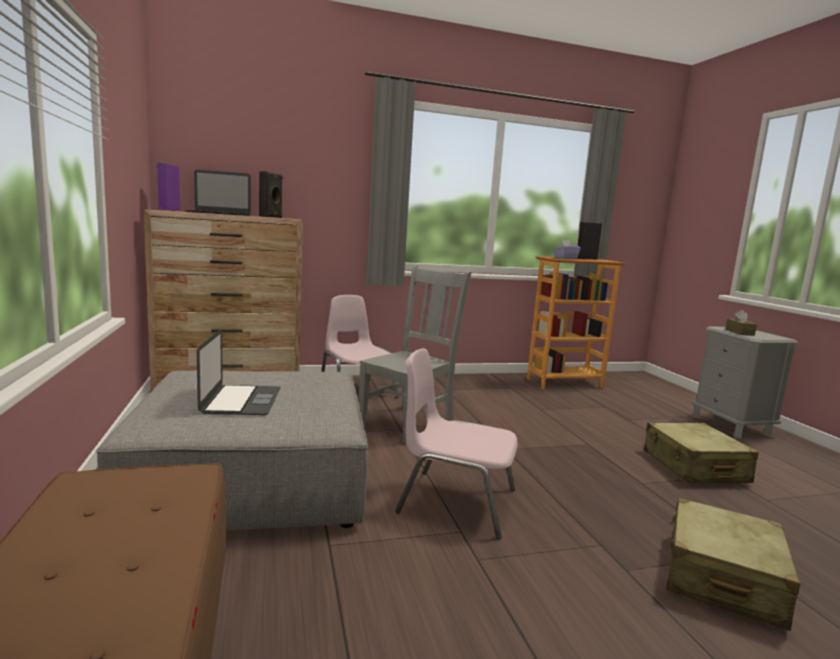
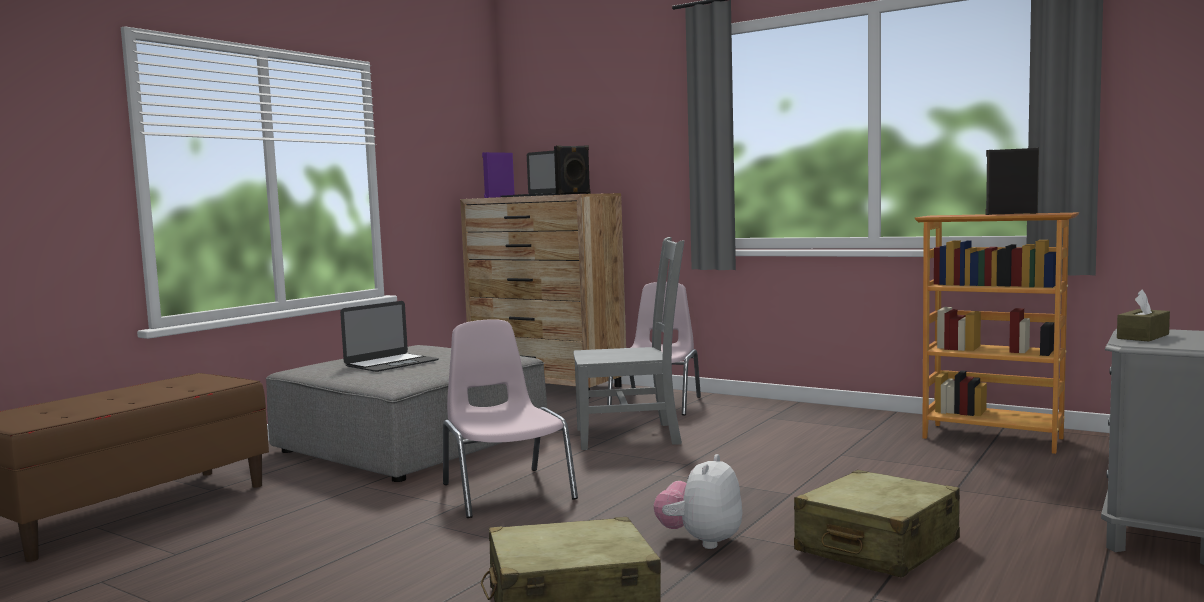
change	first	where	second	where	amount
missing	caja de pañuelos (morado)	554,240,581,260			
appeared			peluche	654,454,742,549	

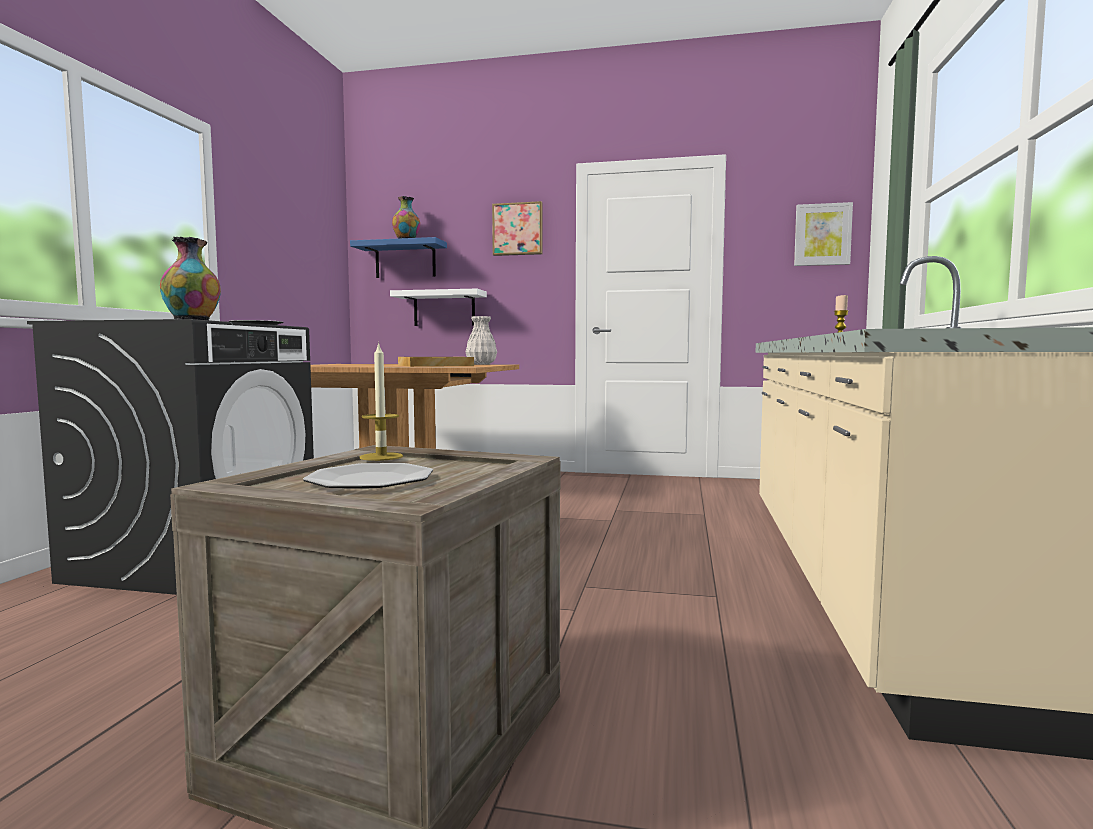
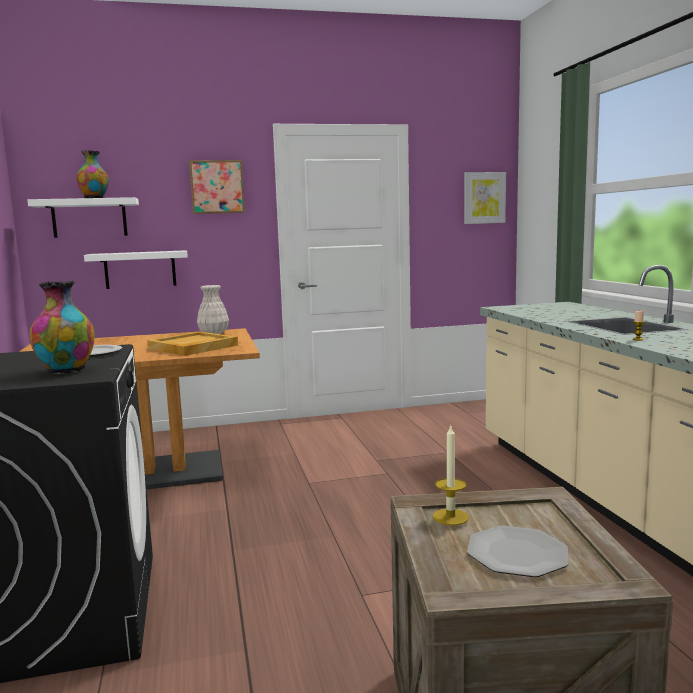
change	first	where	second	where	amount
colour	estante (azul)	350,237,447,278	estante (blanco)	27,197,139,238	

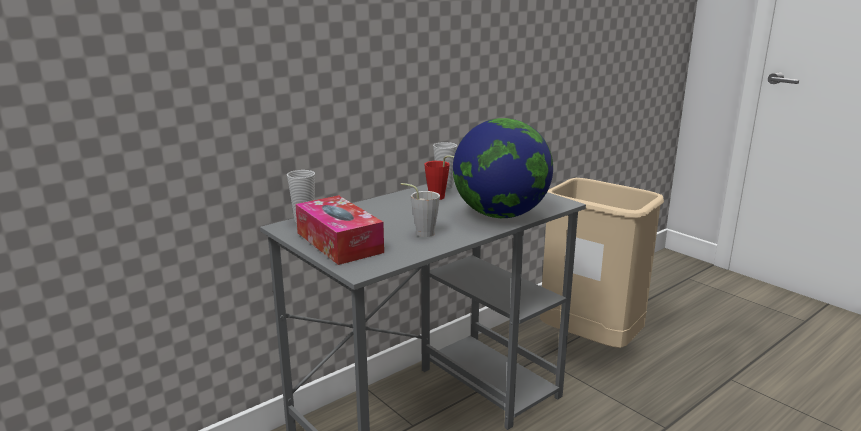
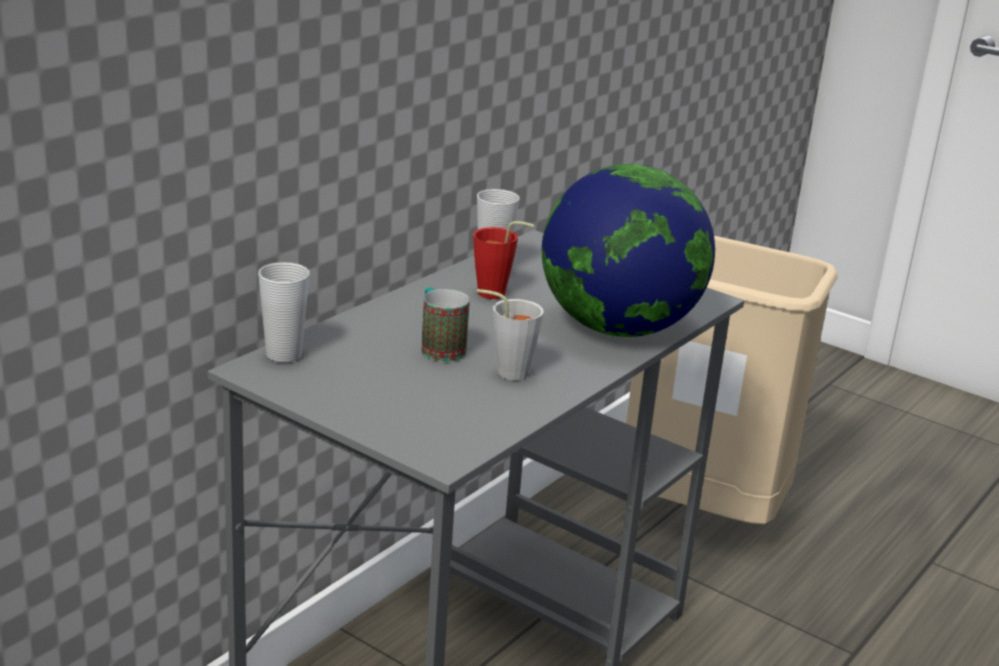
change	first	where	second	where	amount
missing	caja de pañuelos	295,195,384,265			
appeared			taza grande	421,287,470,362	

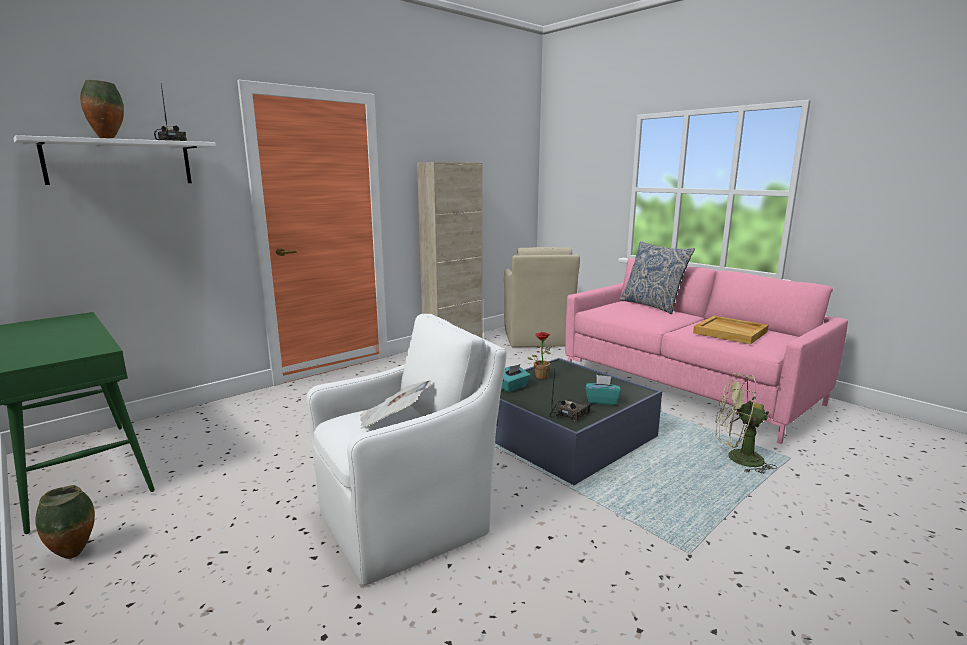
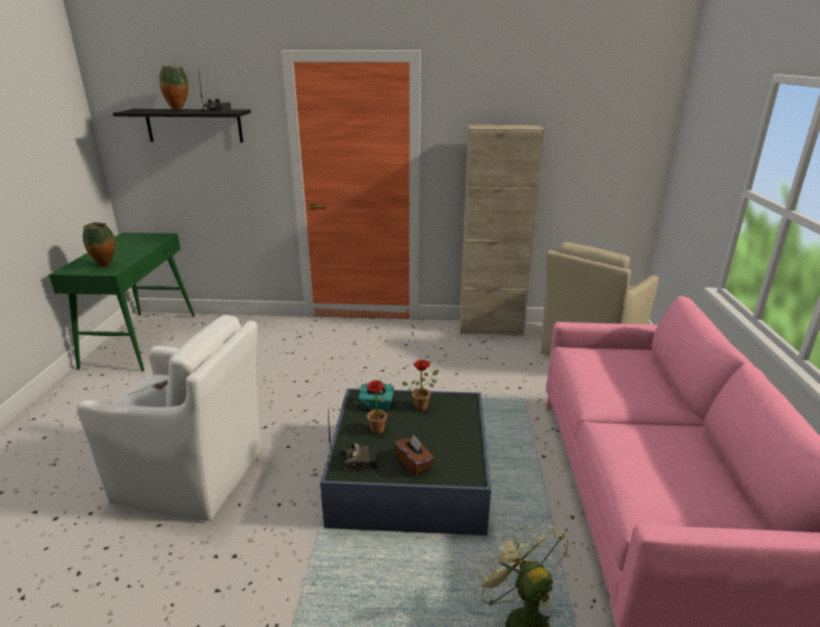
change	first	where	second	where	amount
colour	estante (blanco)	13,135,216,185	estante (negro)	113,109,251,143	
missing	cojín	620,241,695,314			
missing	bandeja (beis)	693,316,769,345			
colour	caja de pañuelos (turquesa)	586,375,621,405	caja de pañuelos (marrón)	394,434,434,476	
relocated	florero	35,485,95,559		83,222,115,266	
appeared			planta en maceta	353,380,393,434	

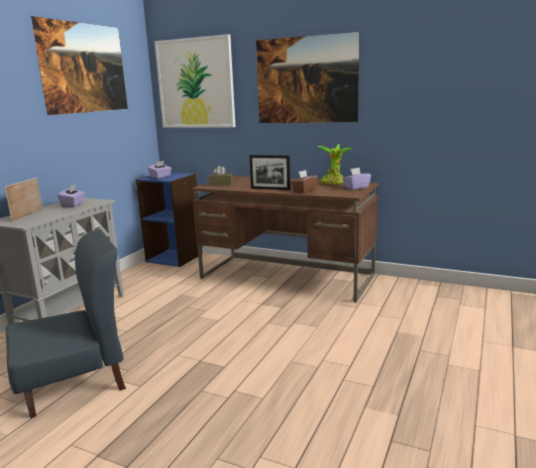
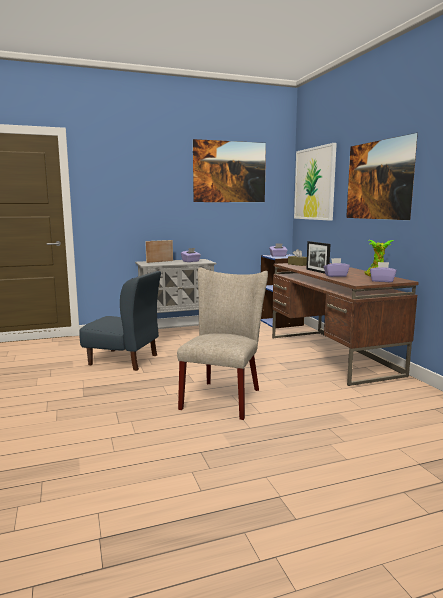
change	first	where	second	where	amount
colour	caja de pañuelos (marrón)	291,170,318,193	caja de pañuelos (morado)	324,258,350,277	
appeared			silla (beis)	177,267,268,420	

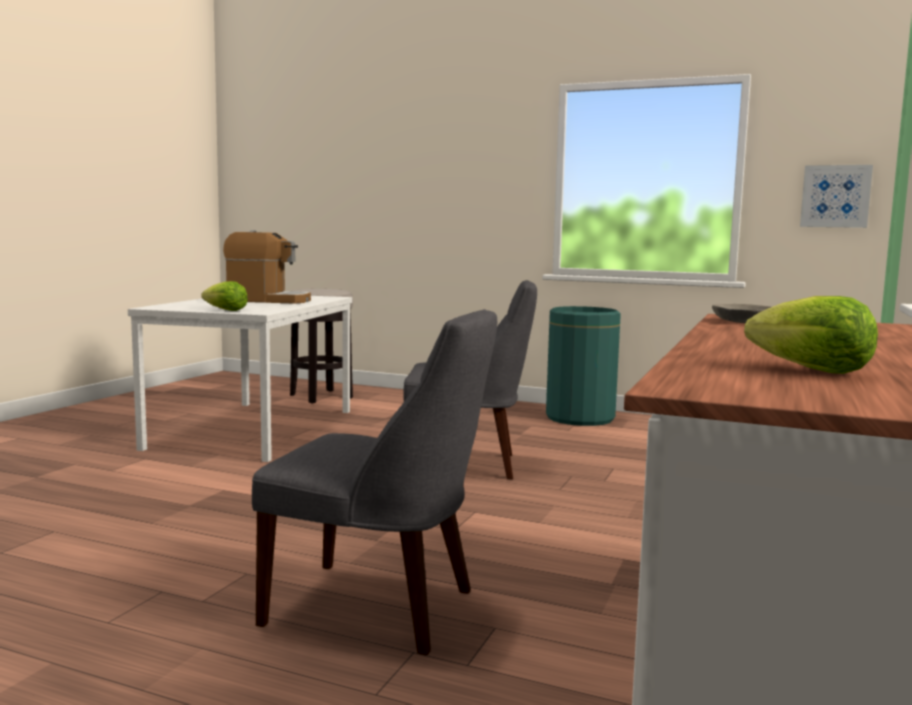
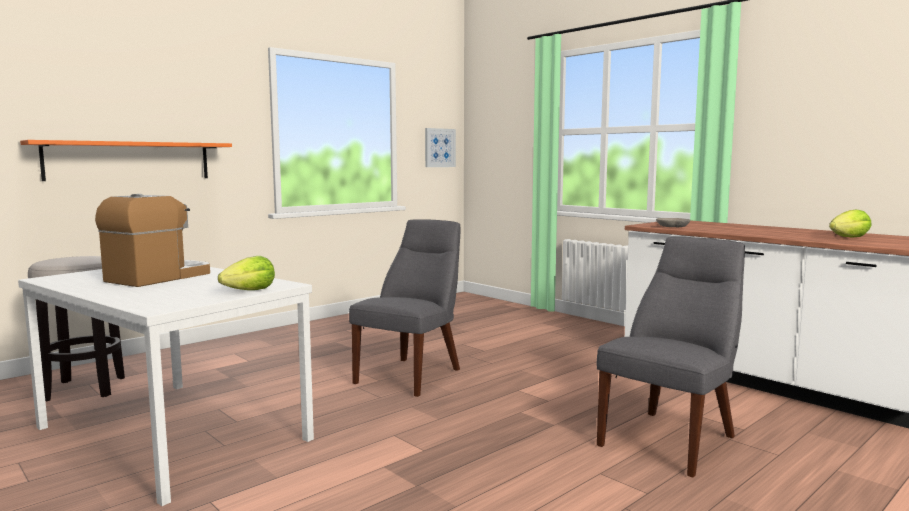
change	first	where	second	where	amount
missing	papelera (verde)	546,306,621,426			
appeared			estante (naranja)	20,140,232,181	

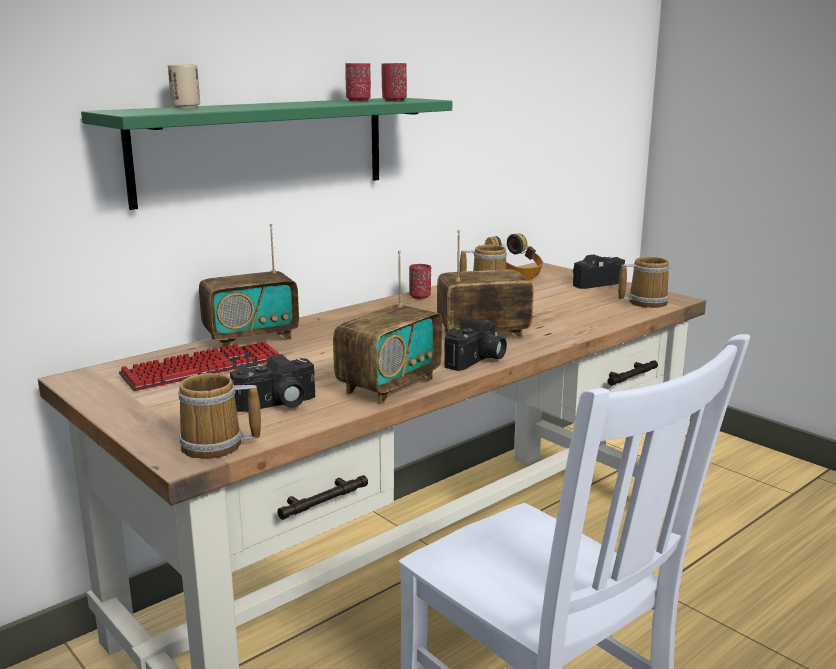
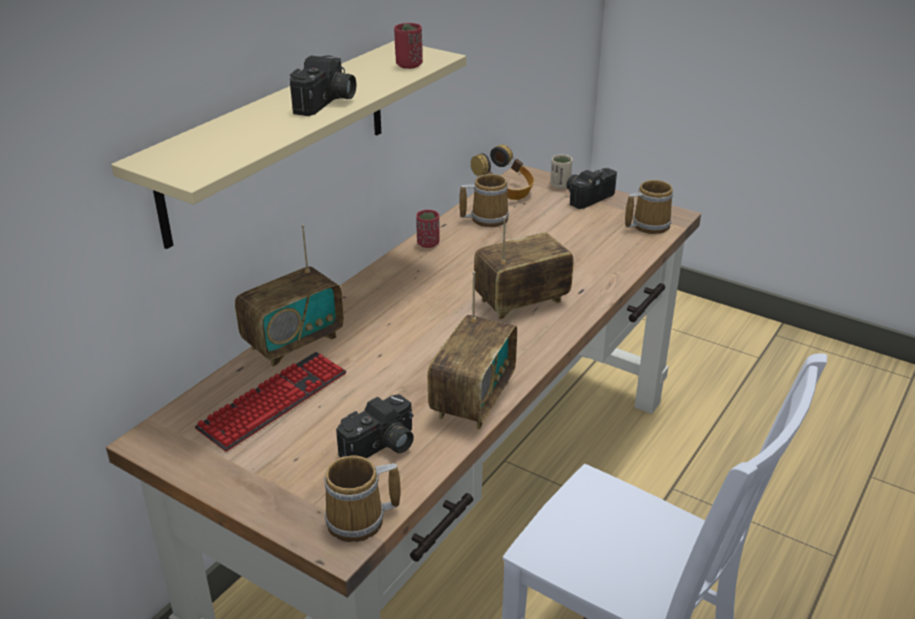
change	first	where	second	where	amount
missing	taza (rojo)	345,63,371,101			
relocated	taza (beis)	168,64,200,108		550,155,572,189	
colour	estante (verde)	81,98,452,210	estante (beis)	111,41,466,249	
relocated	cámara	444,318,507,371		290,55,356,116	

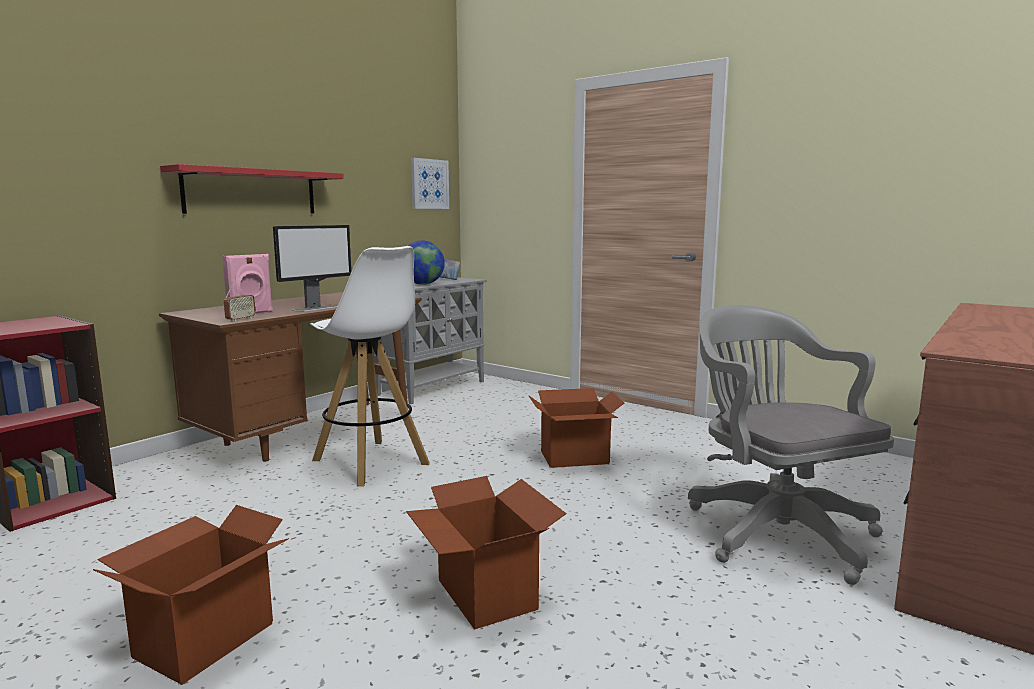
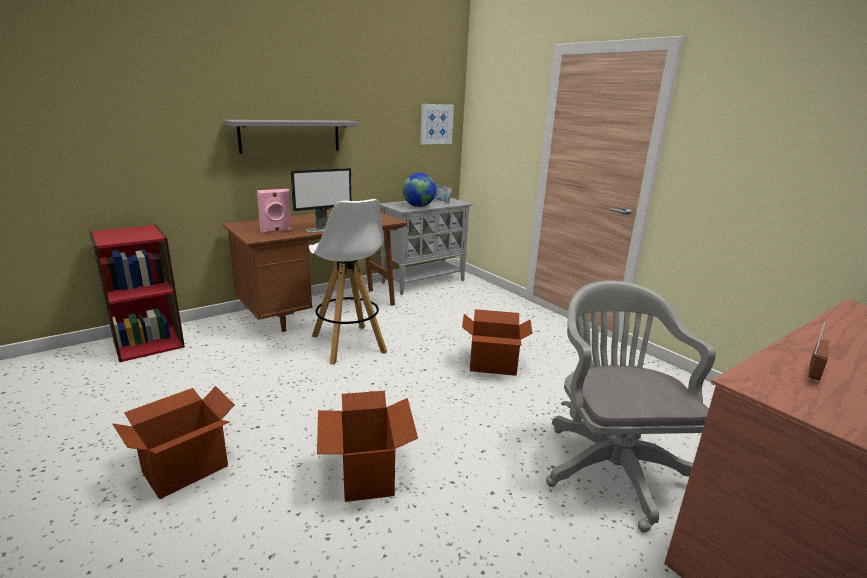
change	first	where	second	where	amount
colour	estante (rojo)	160,164,344,214	estante (gris)	223,120,359,154	
relocated	radio	224,278,256,322		807,321,830,382	

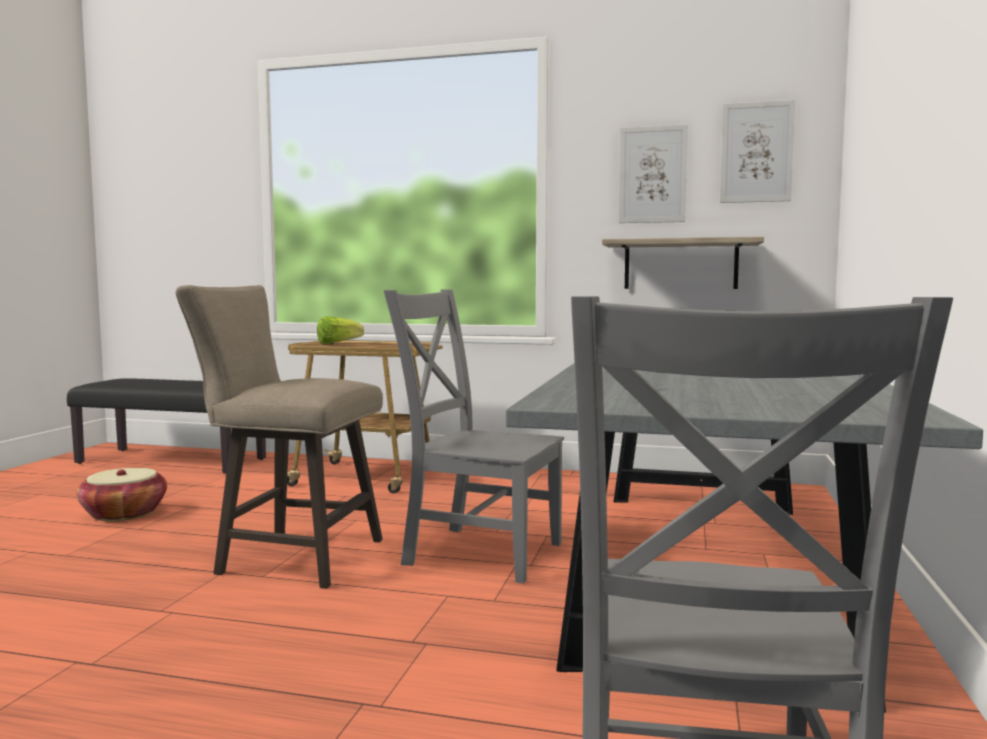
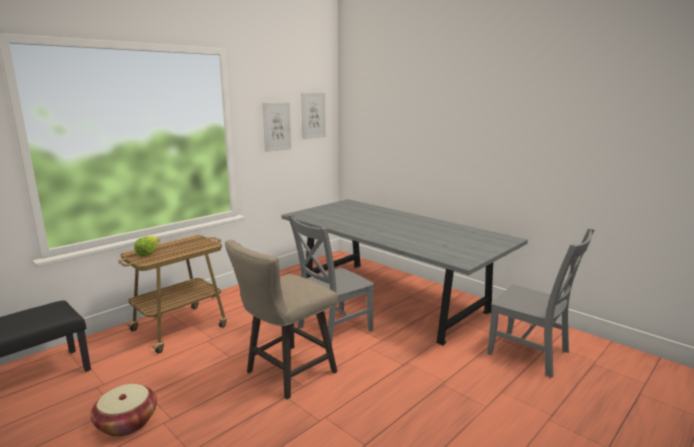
change	first	where	second	where	amount
missing	estante	602,237,764,289			

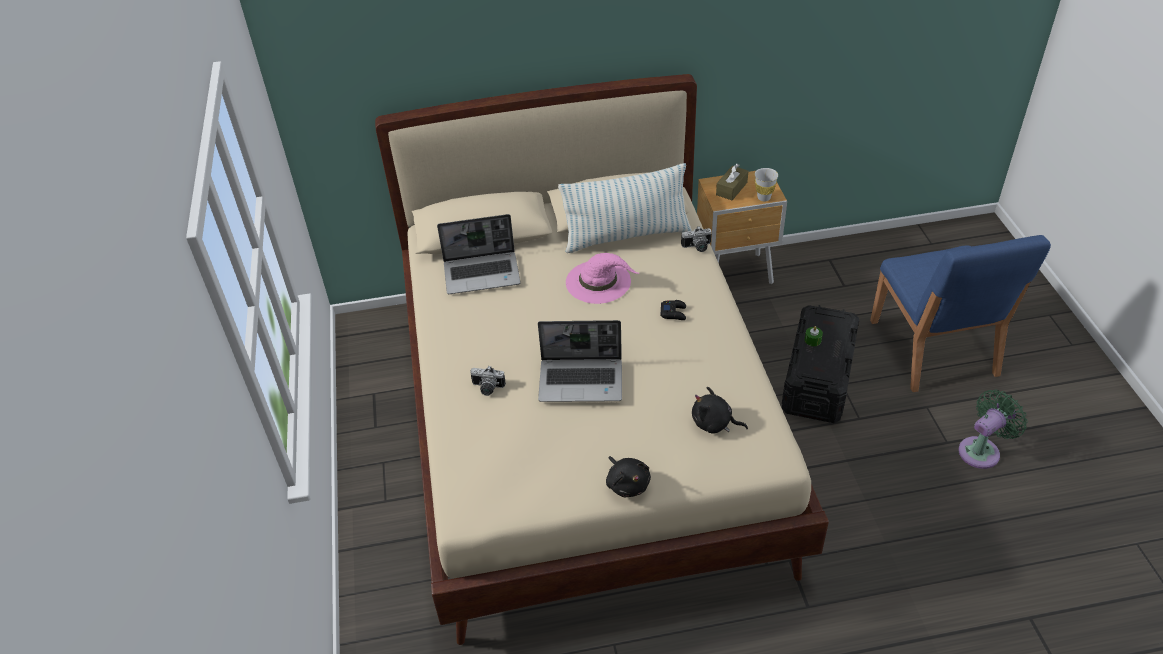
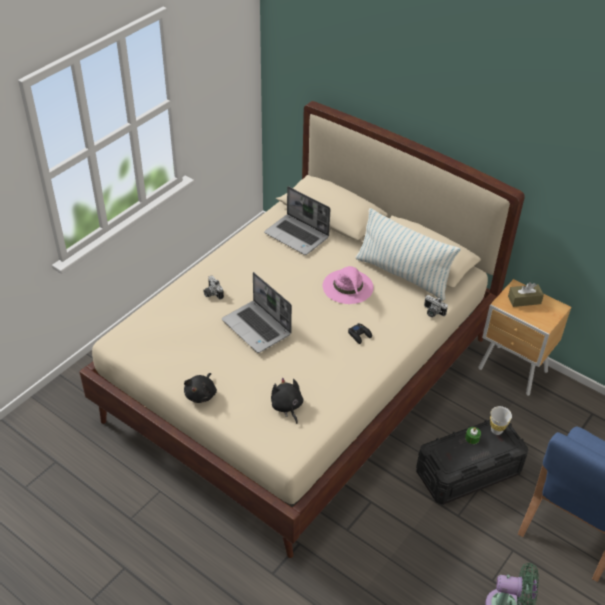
change	first	where	second	where	amount
relocated	taza (blanco)	755,168,778,201		490,406,512,435	

